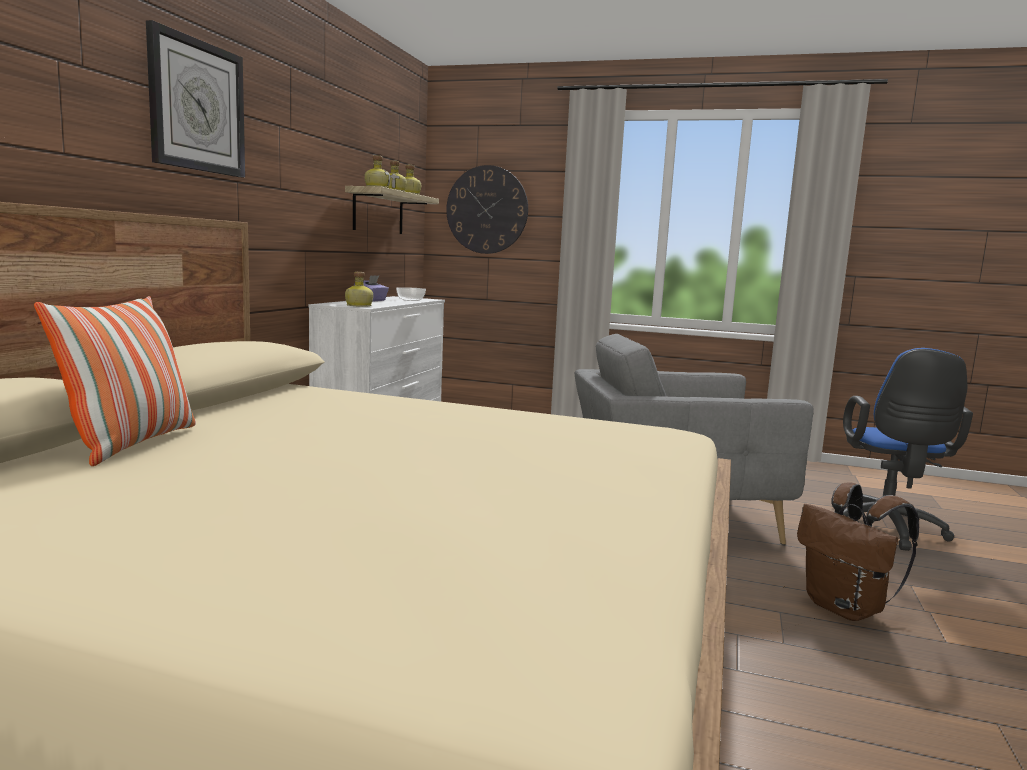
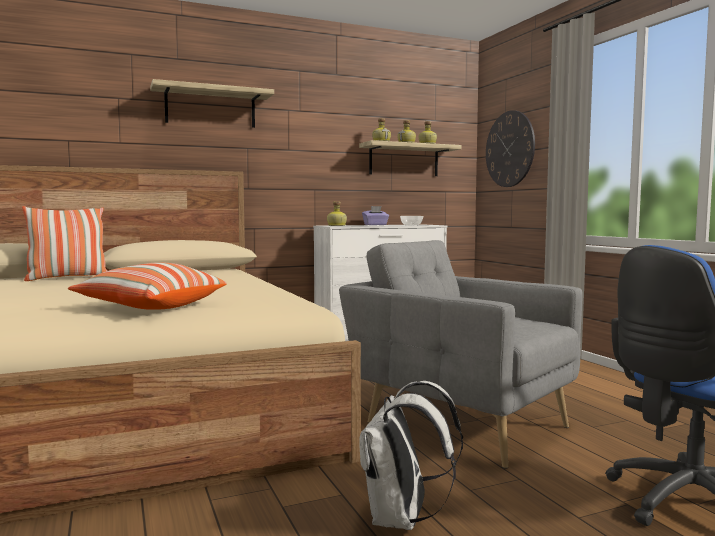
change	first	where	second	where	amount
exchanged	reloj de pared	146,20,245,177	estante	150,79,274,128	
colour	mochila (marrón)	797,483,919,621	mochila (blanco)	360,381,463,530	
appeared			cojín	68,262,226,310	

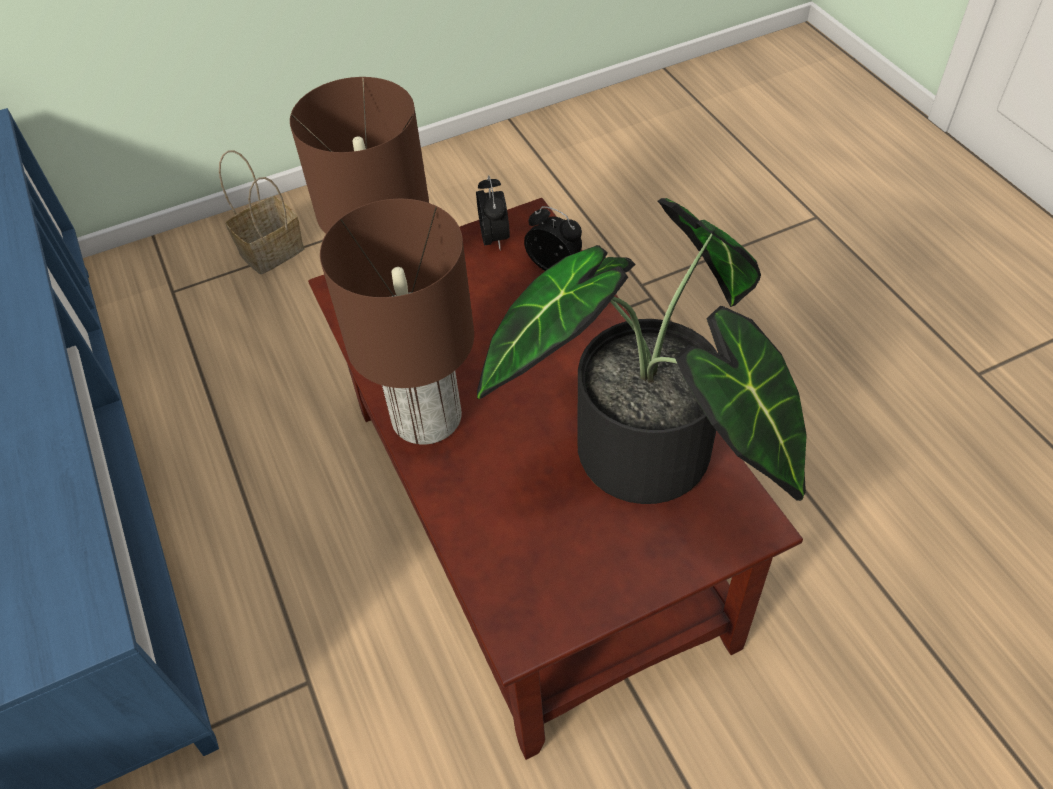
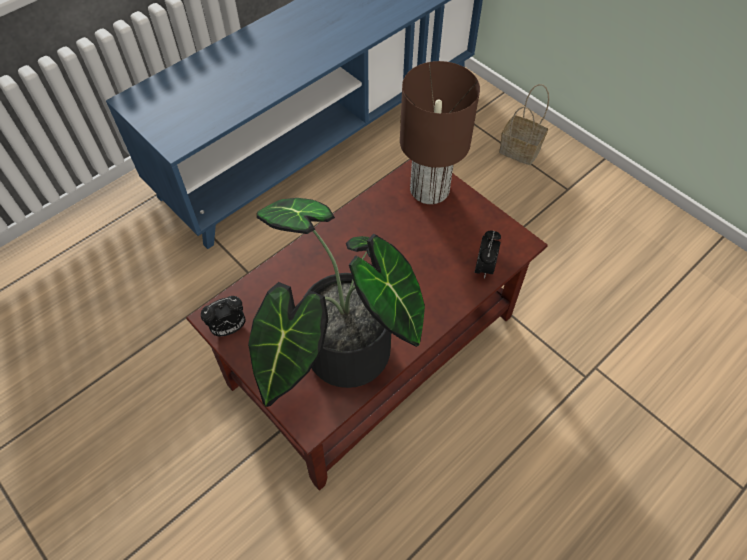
change	first	where	second	where	amount
relocated	despertador	476,175,510,251		201,296,246,336	
missing	lámpara de mesa (marrón)	320,199,474,445			

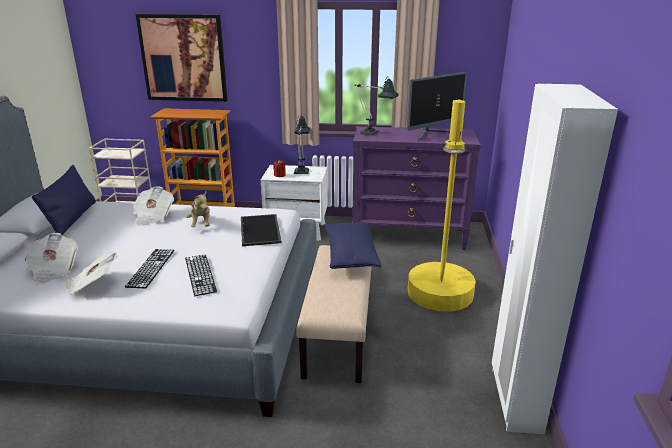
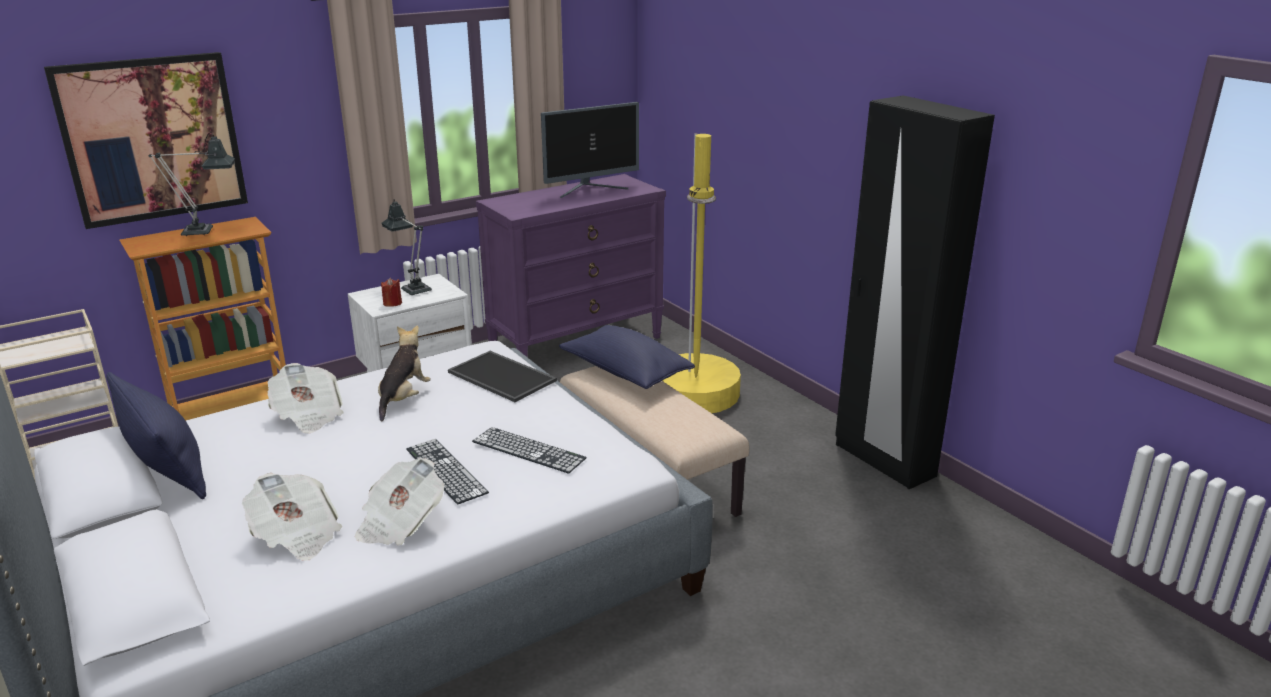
change	first	where	second	where	amount
spun	monitor	407,72,467,140		541,102,639,199	45 degrees clockwise
relocated	lámpara de mesa	355,76,399,136		148,132,235,236	
colour	armario ropero (blanco)	492,84,618,434	armario ropero (negro)	835,96,995,489	
spun	peluche	186,191,210,227		378,325,431,421	105 degrees counterclockwise

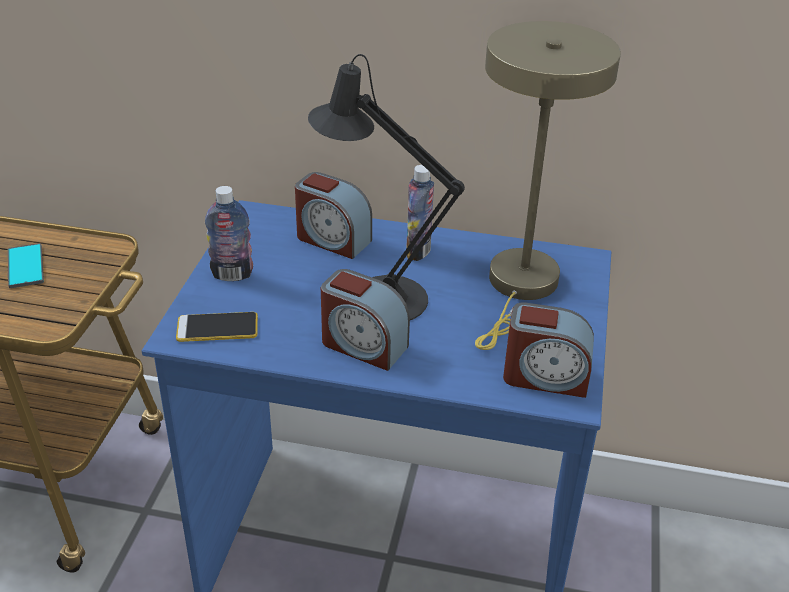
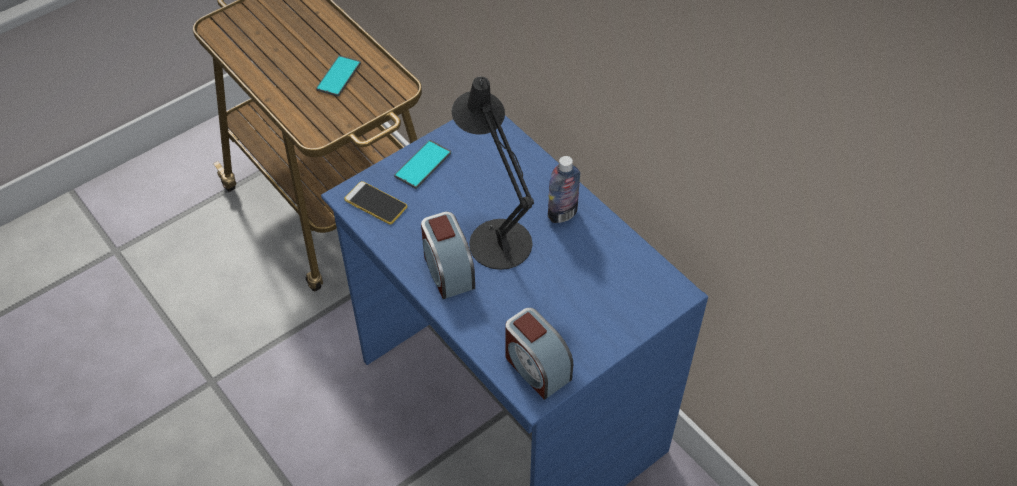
change	first	where	second	where	amount
missing	lámpara de mesa (beis)	475,21,621,350			
missing	despertador	295,172,372,259			
exchanged	botella	205,186,253,281	móvil	394,140,451,189	

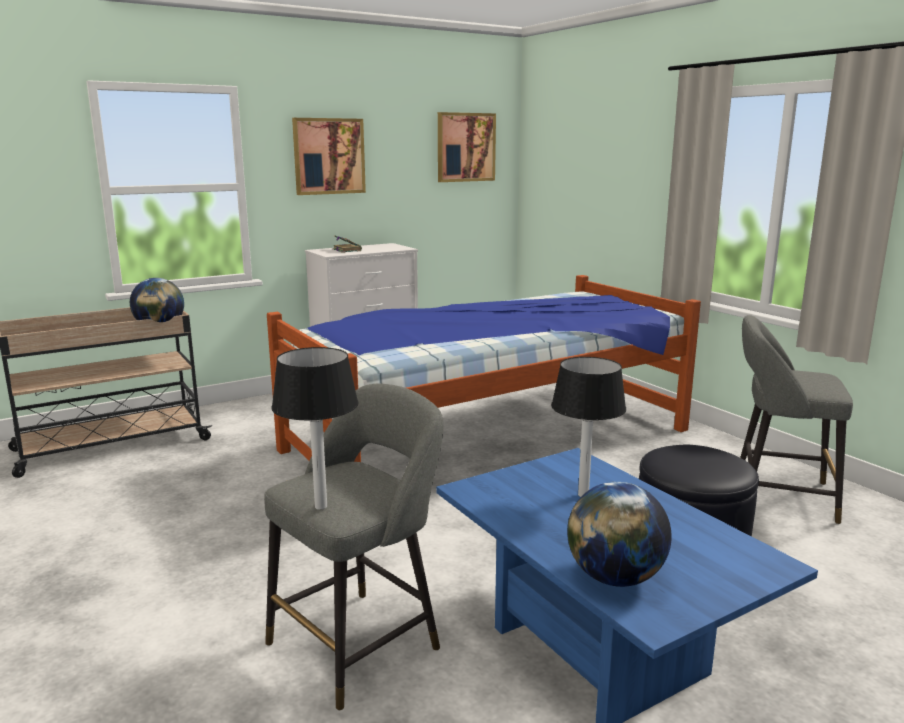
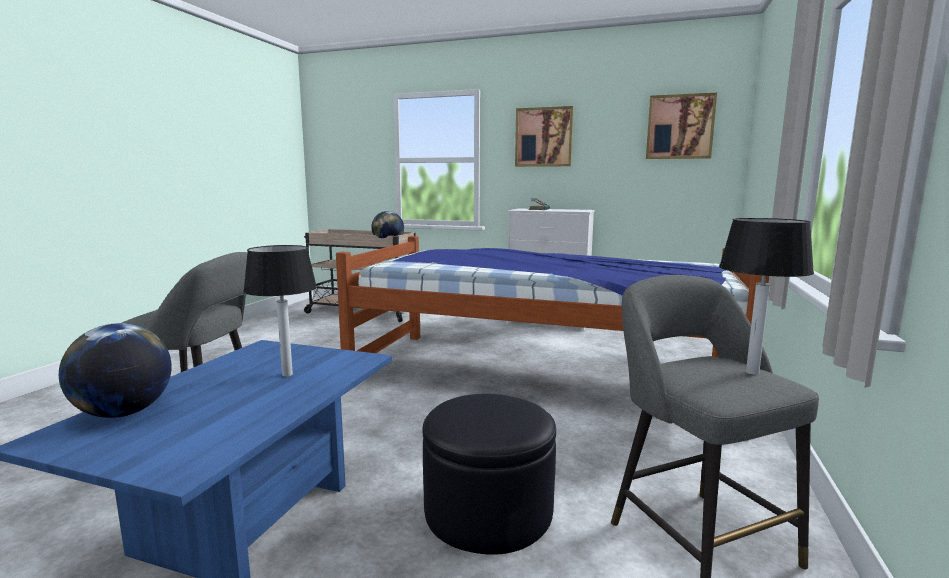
change	first	where	second	where	amount
relocated	lámpara de mesa	271,347,358,510		719,218,814,375	

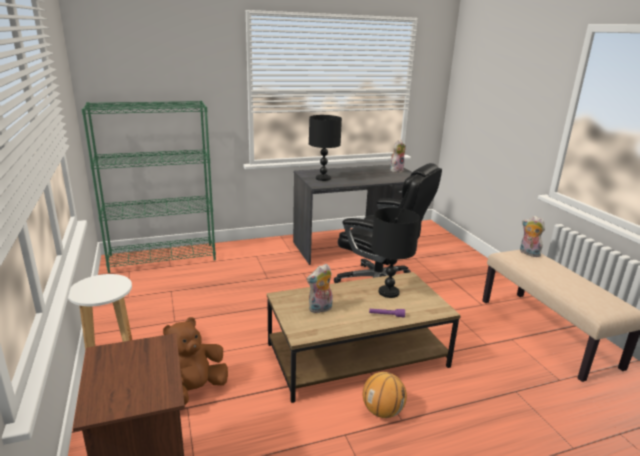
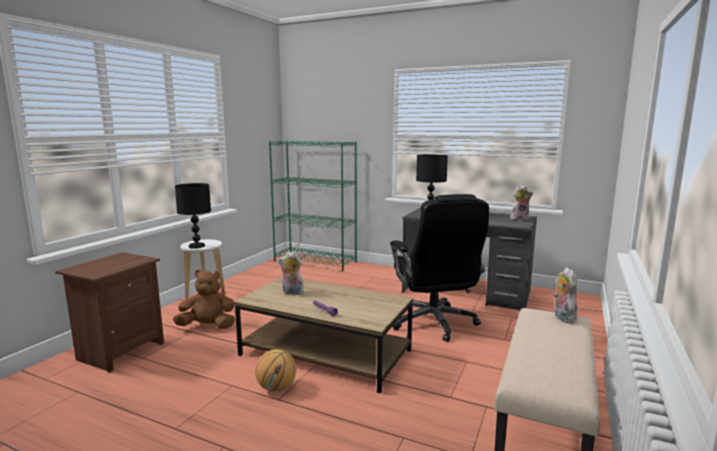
change	first	where	second	where	amount
relocated	lámpara de mesa (negro)	371,208,420,298		175,183,211,249	

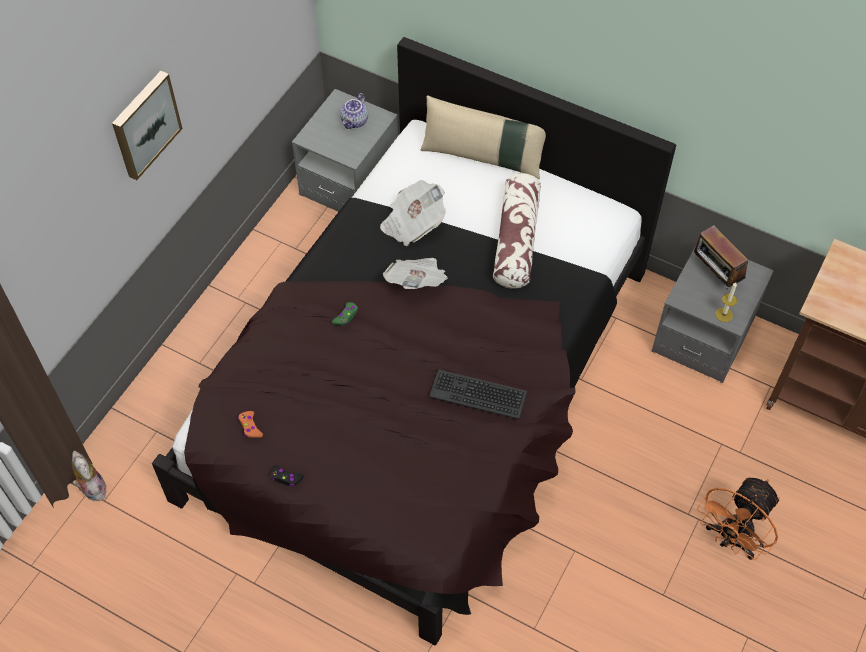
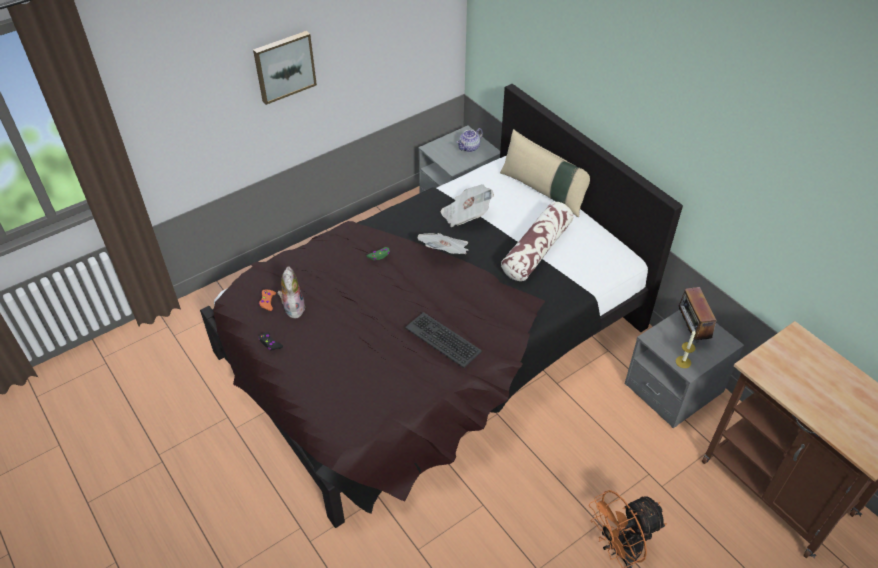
change	first	where	second	where	amount
relocated	peluche	72,451,106,501		277,266,306,319	

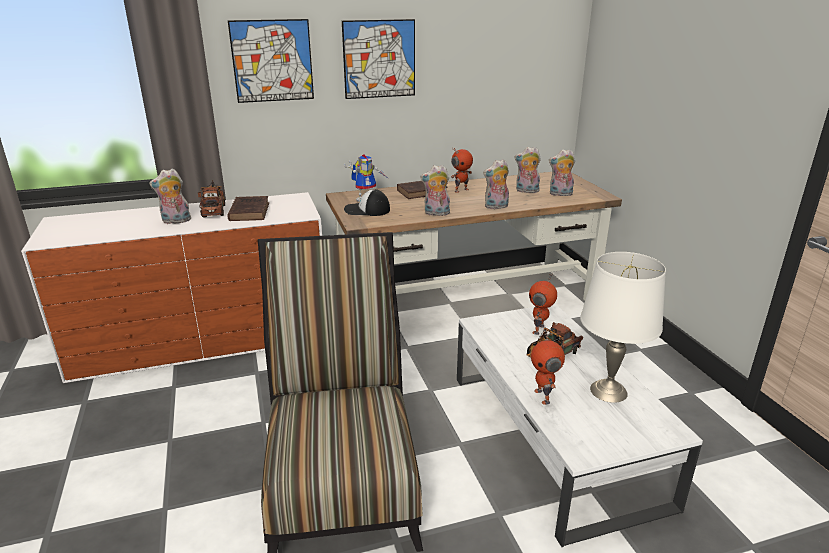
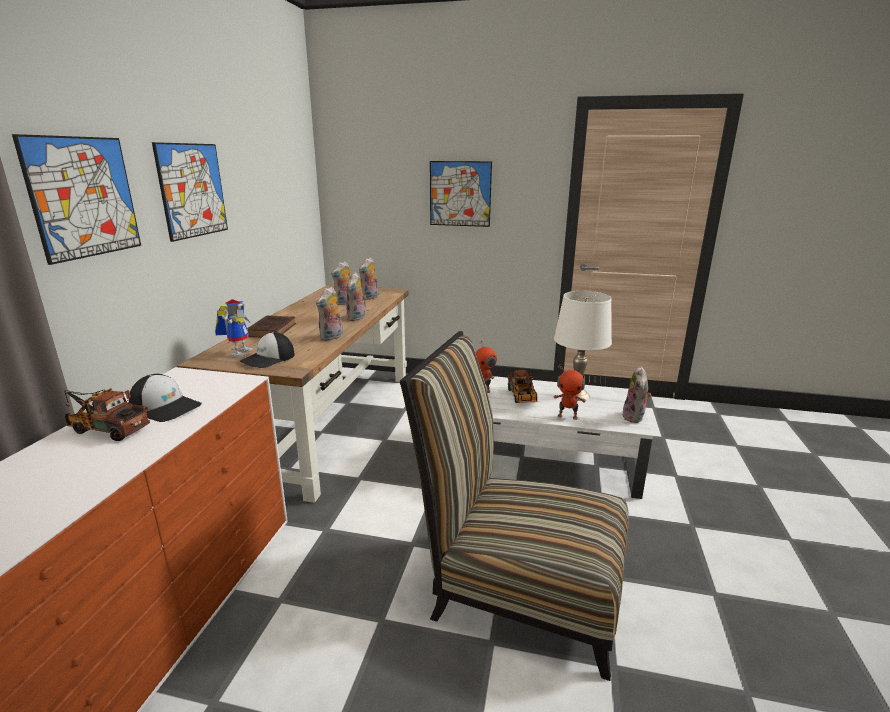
change	first	where	second	where	amount
missing	robot de juguete	451,148,473,193			
relocated	peluche	149,169,191,224		622,366,652,423	
exchanged	libro (marrón)	227,196,269,221	gorra	129,374,202,422	
appeared			cuadro	430,161,492,227	

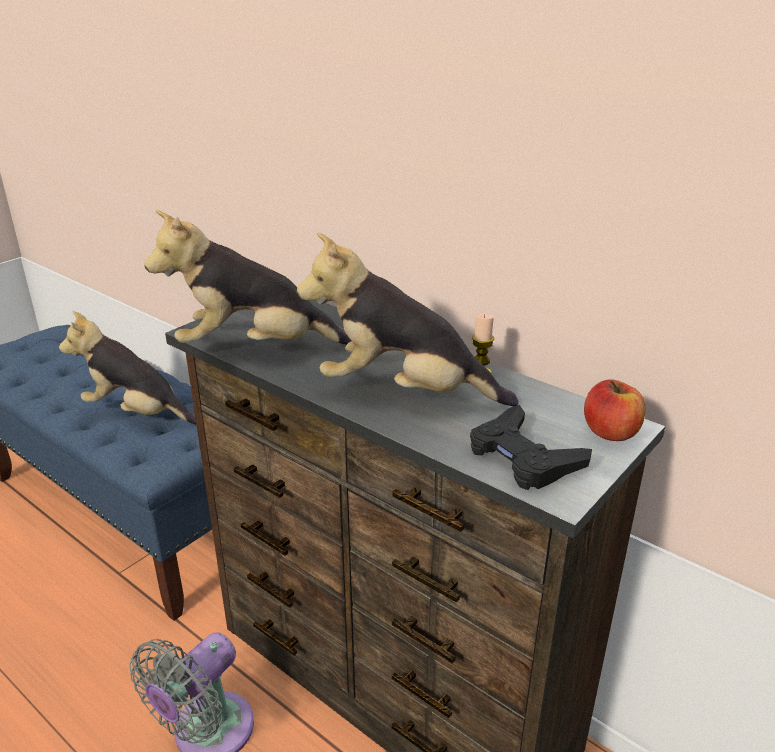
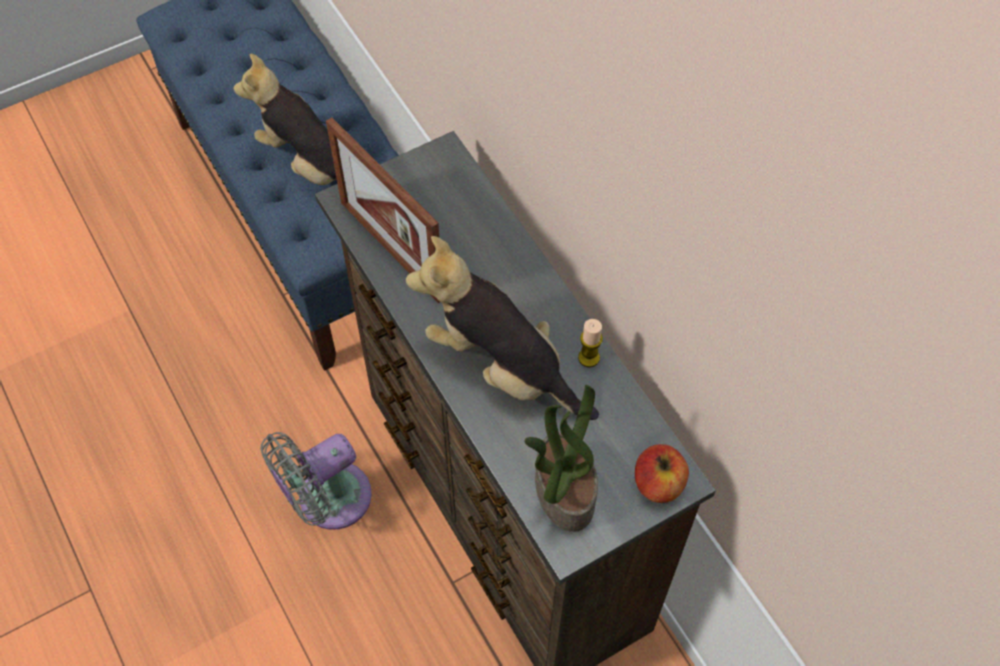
change	first	where	second	where	amount
exchanged	peluche	144,210,351,344	portarretratos	326,117,440,303	
exchanged	mando de consola (negro)	470,405,592,490	planta en maceta	524,385,598,532	

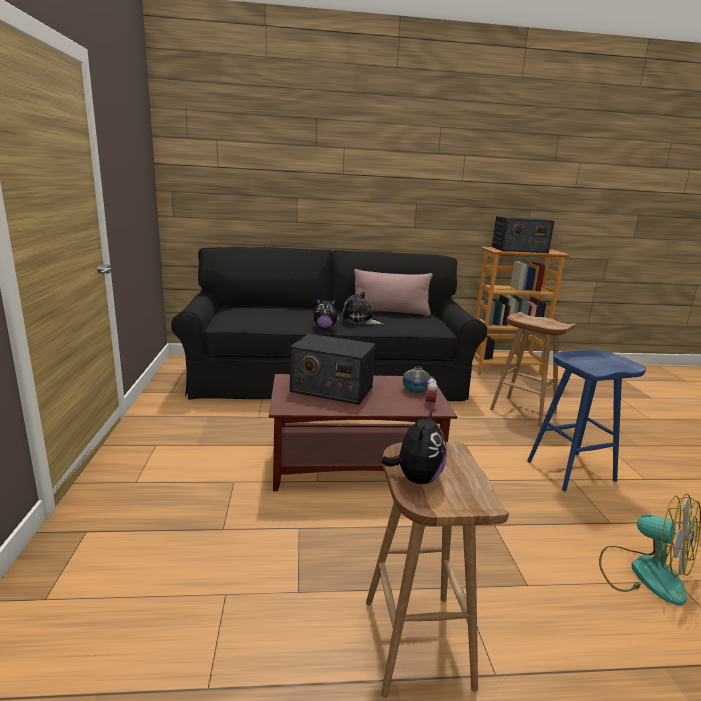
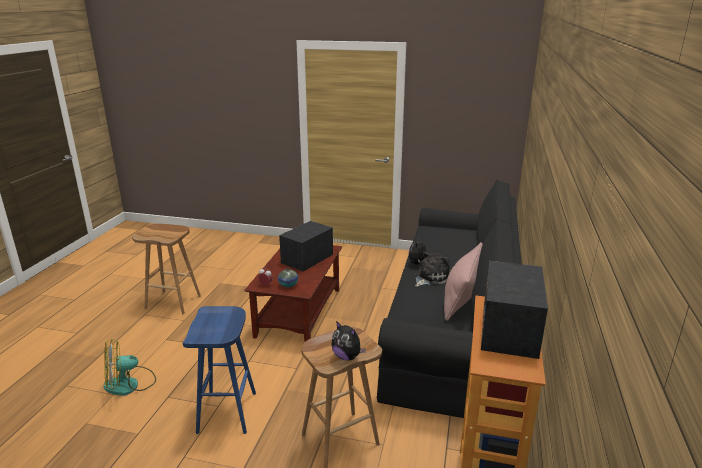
change	first	where	second	where	amount
relocated	peluche	381,410,446,484		331,321,366,361	

